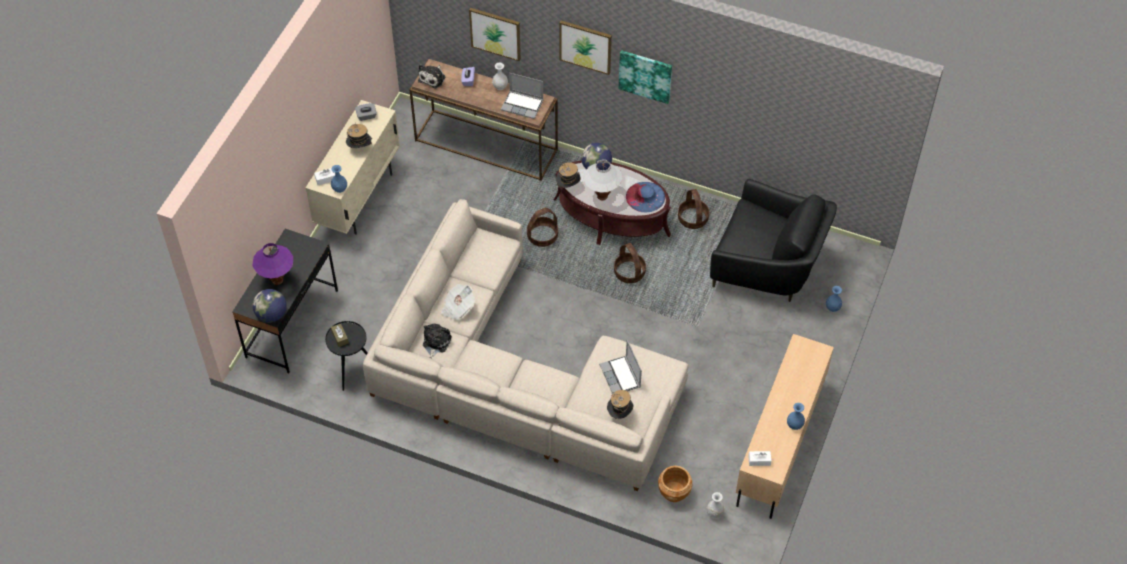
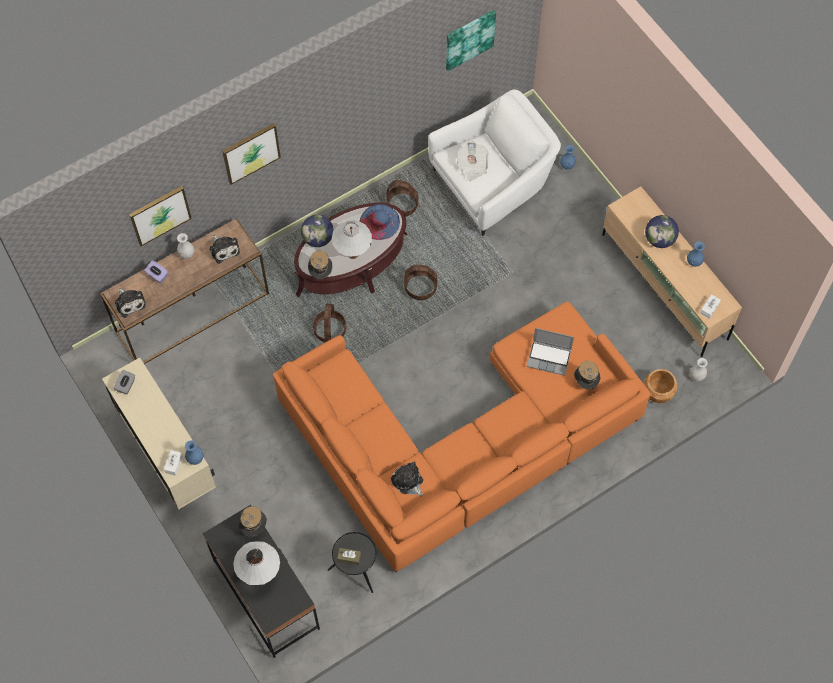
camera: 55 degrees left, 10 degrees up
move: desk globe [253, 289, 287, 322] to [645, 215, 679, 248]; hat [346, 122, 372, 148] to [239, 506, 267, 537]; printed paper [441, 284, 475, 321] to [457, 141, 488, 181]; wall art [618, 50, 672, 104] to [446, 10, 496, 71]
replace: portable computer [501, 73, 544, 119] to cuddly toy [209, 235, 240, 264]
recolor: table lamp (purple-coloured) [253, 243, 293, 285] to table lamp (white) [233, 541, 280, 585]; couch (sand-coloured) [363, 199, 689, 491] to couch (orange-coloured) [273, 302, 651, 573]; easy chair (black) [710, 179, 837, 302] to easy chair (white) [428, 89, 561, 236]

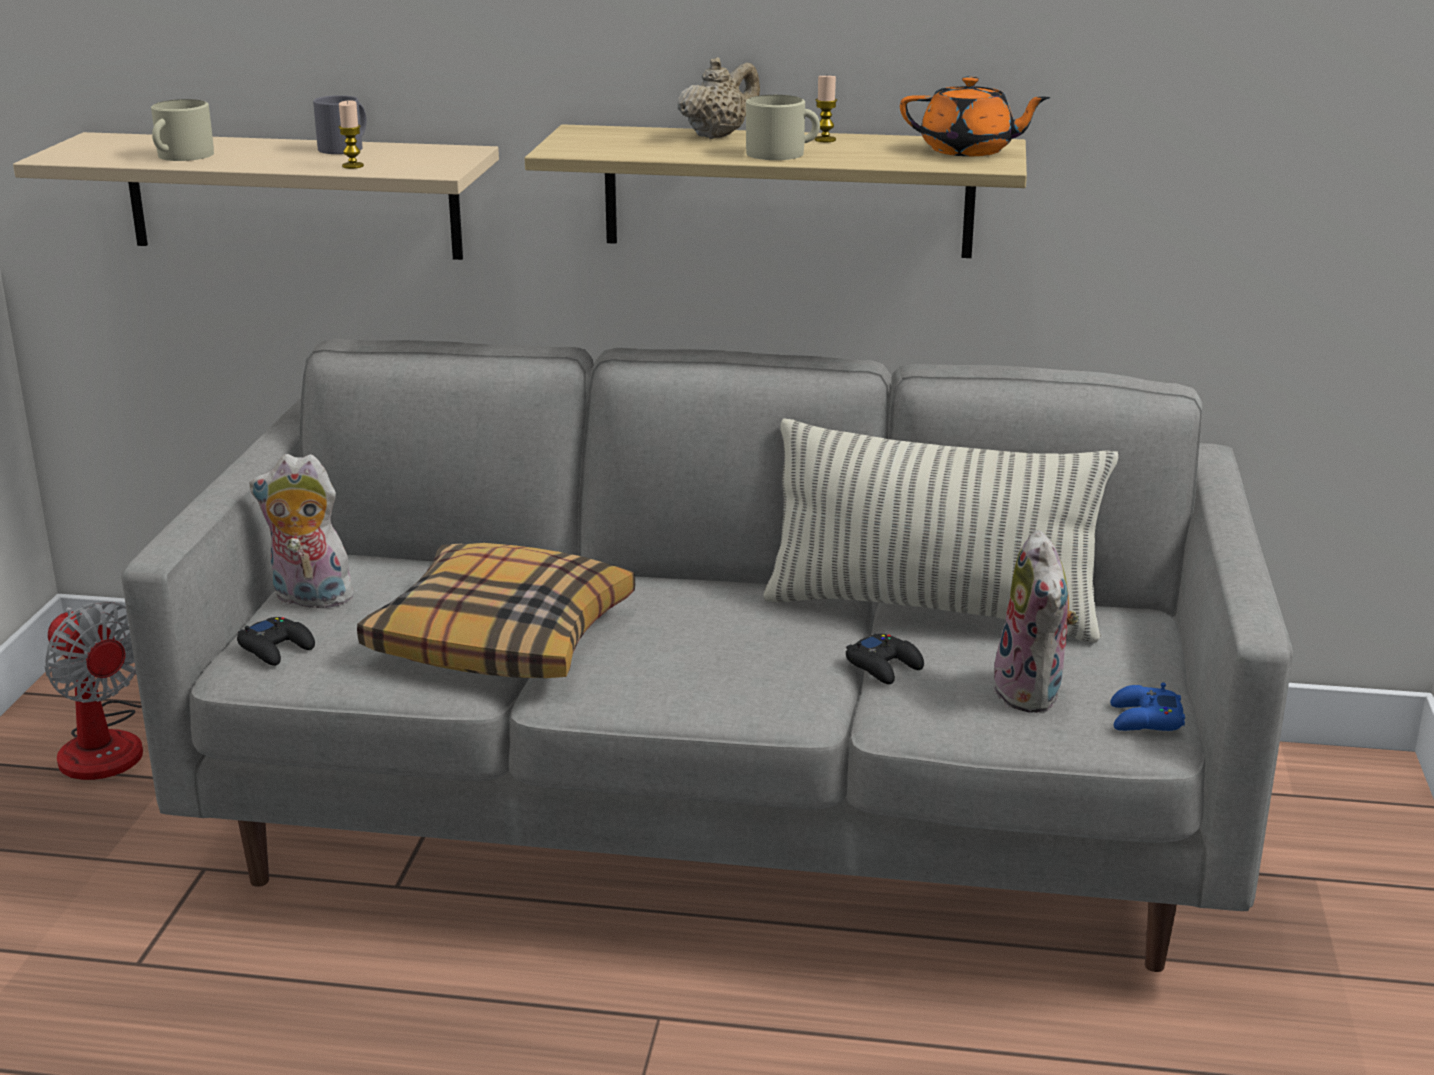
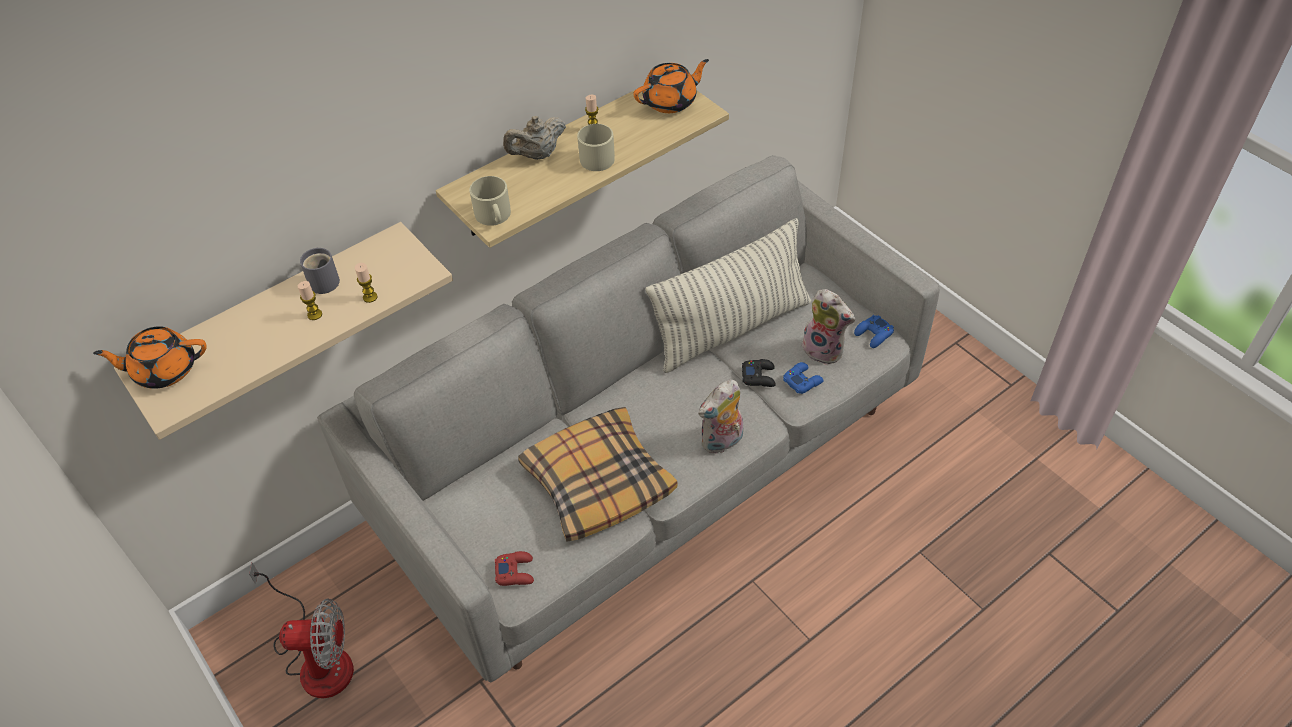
camera: 45 degrees left, 25 degrees up
insert: tea pot (orange-coloured) [93, 326, 207, 389]; wax candle [298, 281, 322, 320]; game controller (blue-coloured) [783, 362, 824, 394]
move: tea mug (sand-coloured) [151, 99, 214, 161] to [469, 176, 511, 226]; cuddly toy [250, 454, 357, 608] to [699, 380, 743, 455]
recolor: game controller (black) [237, 617, 315, 666] to game controller (red) [495, 551, 534, 586]
rotate: tea pot (sand-coloured) [677, 57, 760, 139] = [503, 116, 566, 159] 120 degrees counterclockwise

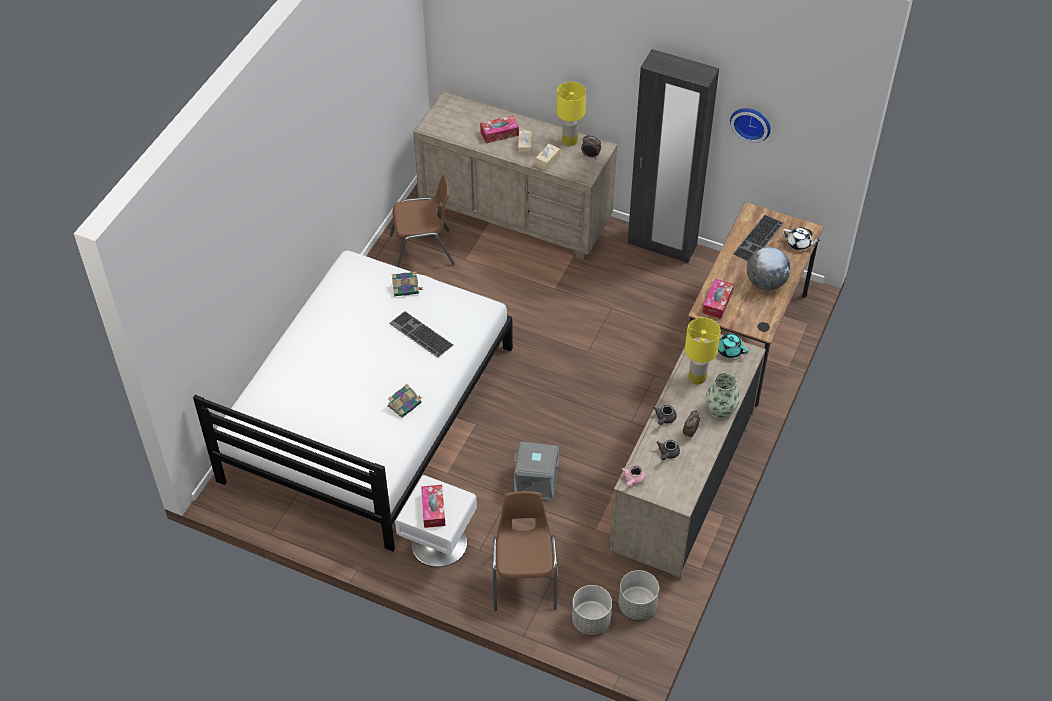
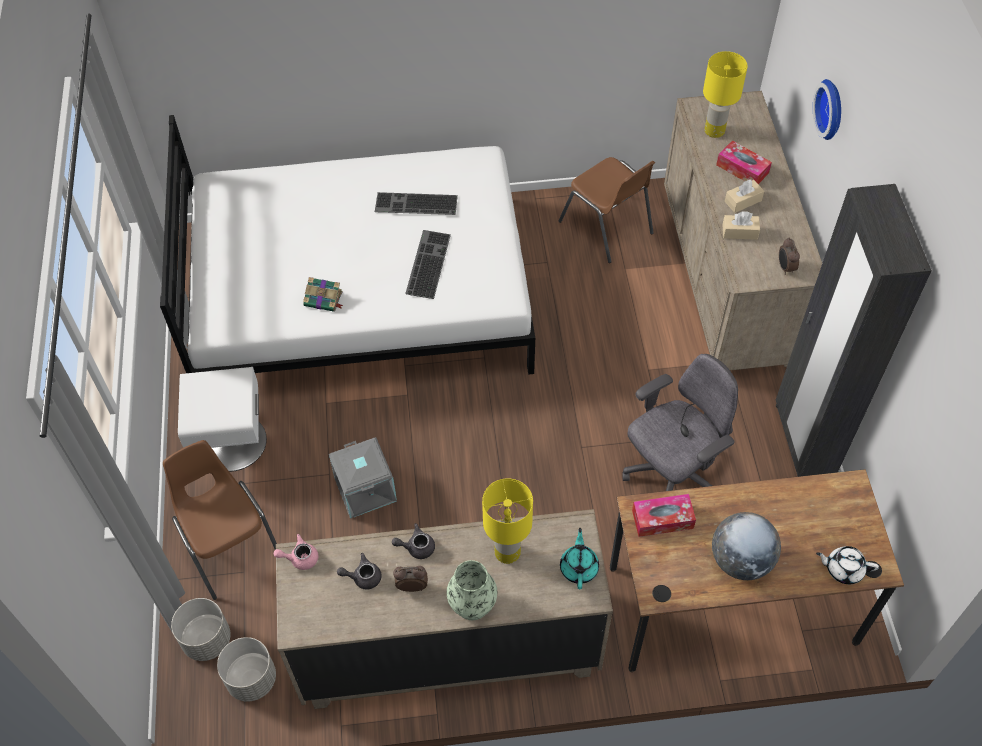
camera: 60 degrees right, 5 degrees up
delete: volume [392, 271, 423, 296]; box of tissues [421, 485, 446, 528]
insert: desk chair (grey) [622, 354, 738, 491]
move: table lamp (yellow-coloured) [557, 82, 586, 146] to [703, 51, 748, 138]; wall clock [730, 108, 771, 143] to [813, 79, 841, 140]; keyboard [733, 215, 784, 261] to [375, 192, 458, 215]
rotate: chair (brown) [493, 491, 557, 611] = [163, 440, 277, 600] 90 degrees counterclockwise; tea pot (white) [783, 227, 821, 250] = [816, 546, 879, 584] 105 degrees clockwise

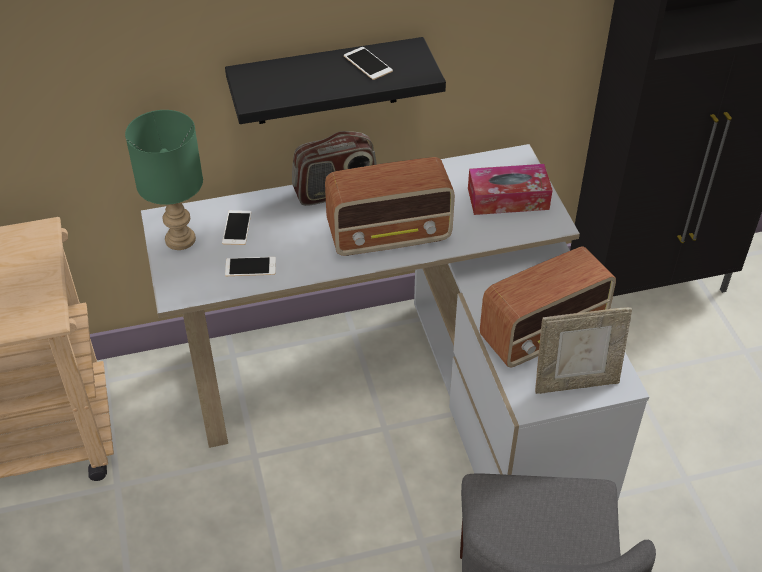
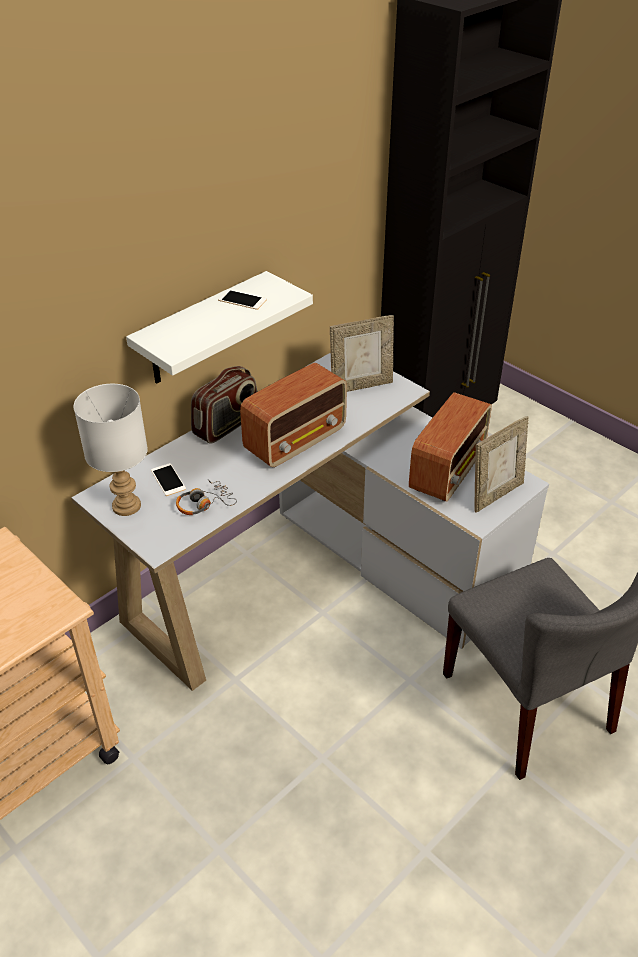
camera: 30 degrees left, 5 degrees down
replace: telephone [225, 257, 276, 276] to pair of headphones [176, 479, 237, 515]; box of tissues [468, 164, 553, 215] to photo frame [330, 315, 394, 392]
recolor: table lamp (green) [125, 110, 203, 250] to table lamp (white) [74, 384, 148, 516]; wall shelf (black) [225, 37, 446, 124] to wall shelf (white) [126, 271, 313, 384]

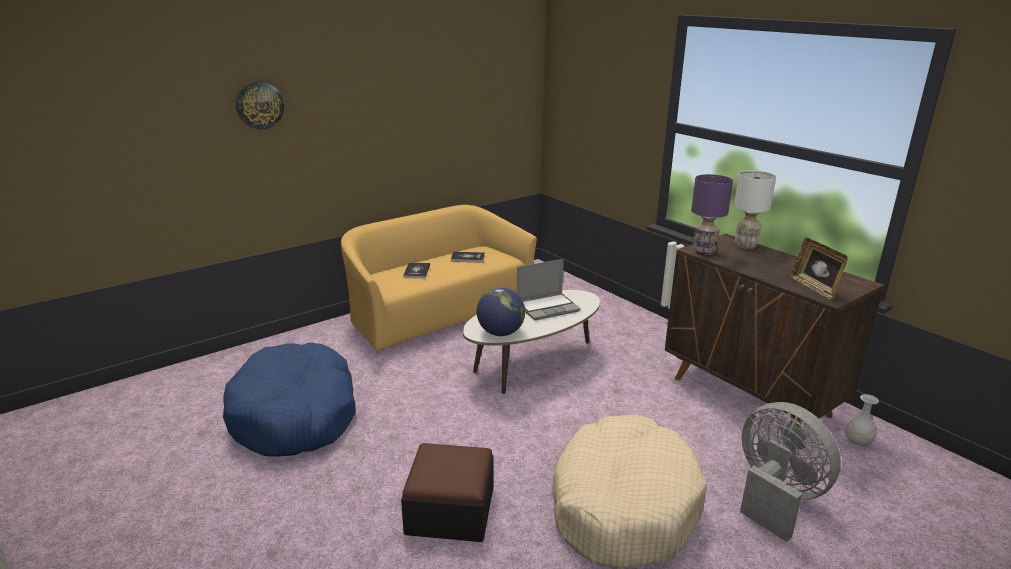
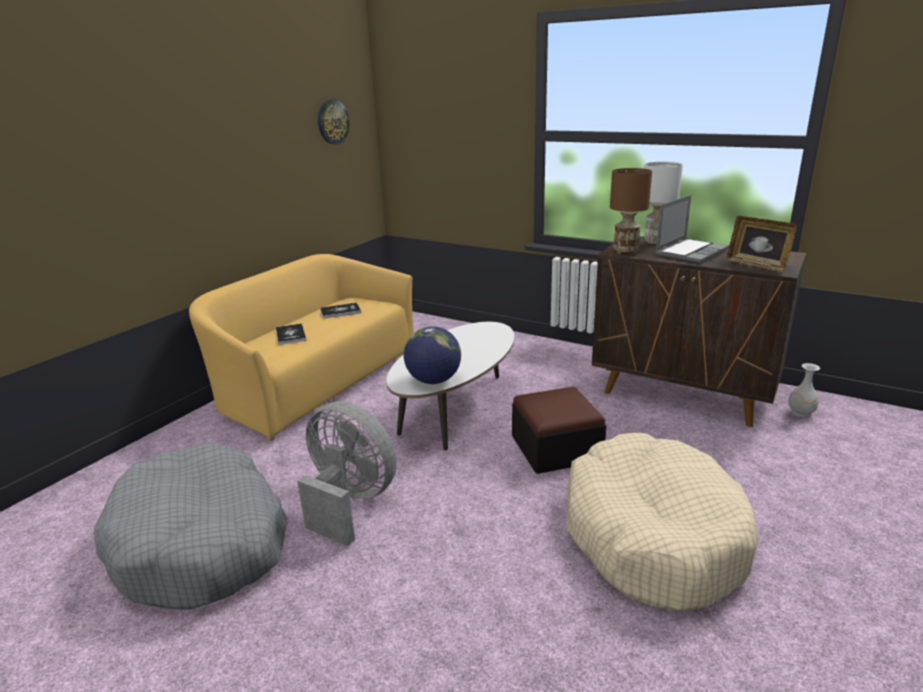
camera: 20 degrees left, 0 degrees up
move: wall clock [236, 81, 284, 129] to [318, 99, 349, 144]; ottoman [401, 443, 493, 542] to [512, 387, 606, 474]; portable computer [517, 259, 581, 320] to [655, 195, 728, 263]; fan (grey) [740, 402, 841, 542] to [297, 401, 397, 546]
recolor: pet bed (blue-coloured) [223, 343, 356, 457] to pet bed (grey) [94, 443, 287, 610]; table lamp (purple-coloured) [691, 174, 733, 255] to table lamp (brown) [610, 168, 652, 255]

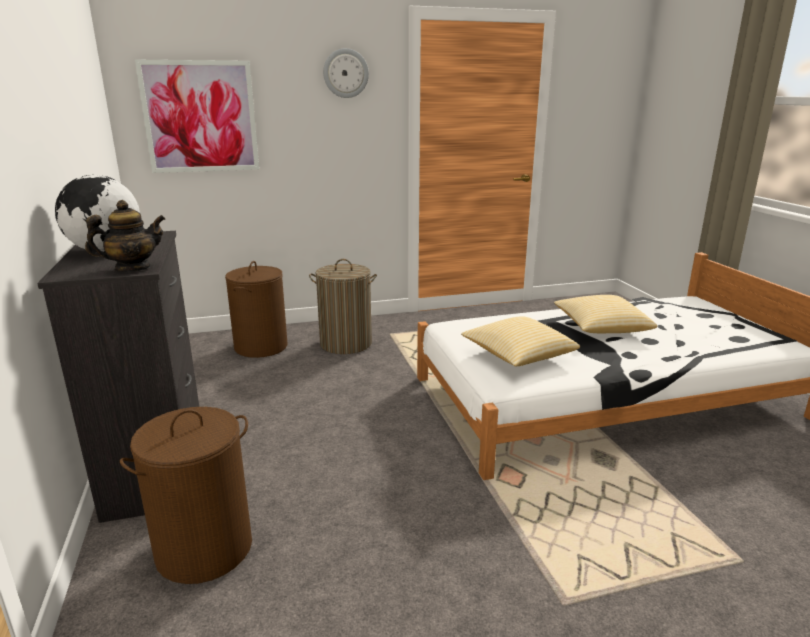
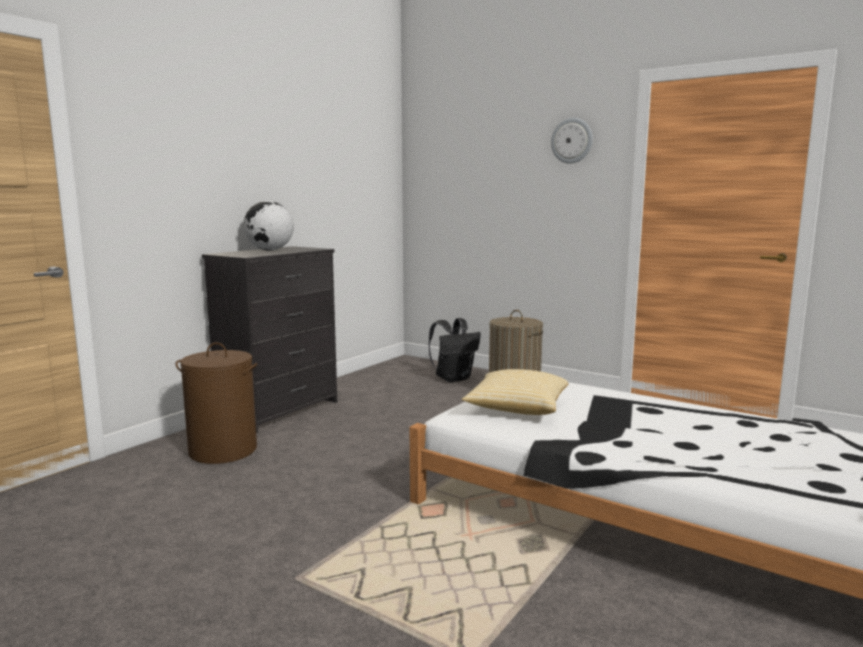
camera: 50 degrees right, 10 degrees down
delete: tea pot [85, 200, 165, 272]; wall art [135, 60, 259, 173]; cushion [554, 295, 657, 333]
replace: laundry basket (brown) [225, 261, 288, 358] to knapsack (black) [428, 318, 481, 382]

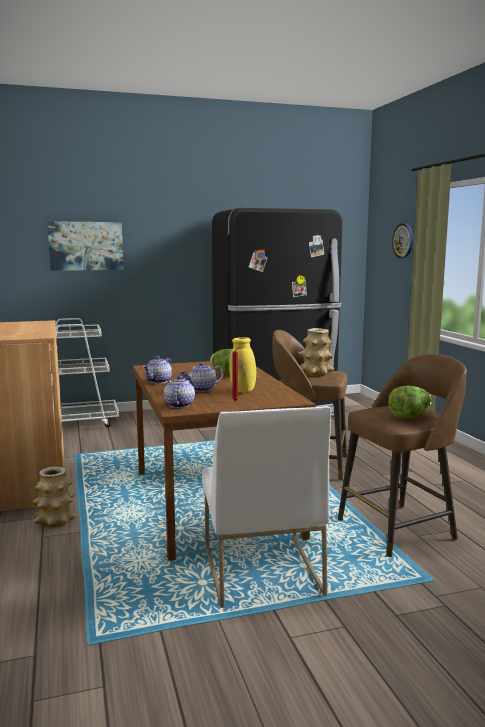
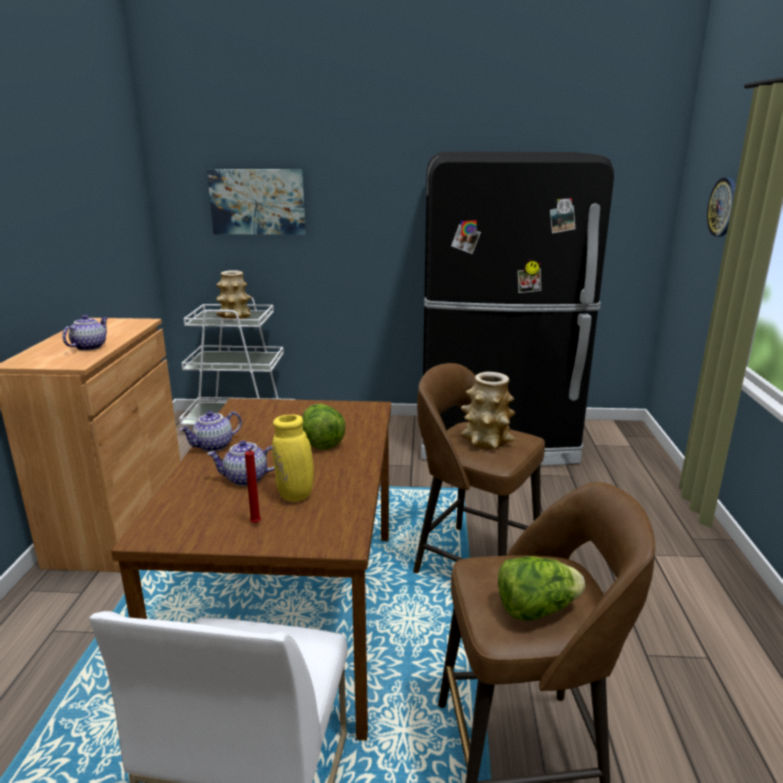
camera: 20 degrees right, 10 degrees up
move: vase [32, 466, 75, 527] to [216, 270, 252, 319]; tea pot [164, 375, 195, 408] to [62, 315, 108, 351]

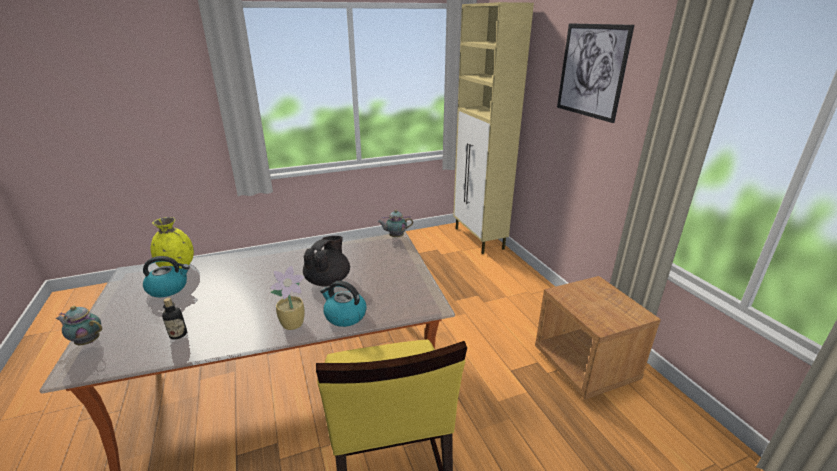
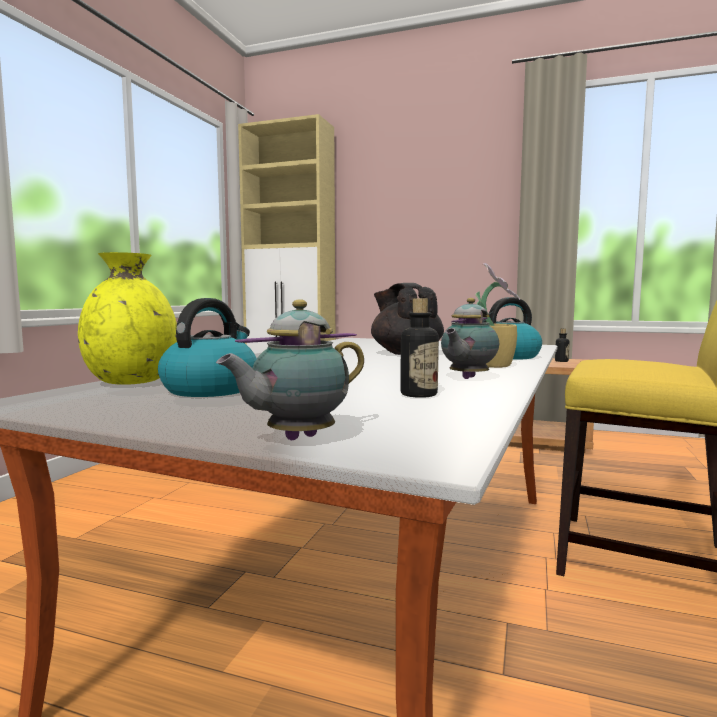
camera: 50 degrees left, 20 degrees down
delete: wall art [557, 23, 634, 123]
insert: bottle [555, 328, 570, 362]
move: tea pot [378, 210, 413, 237] to [441, 298, 499, 379]

